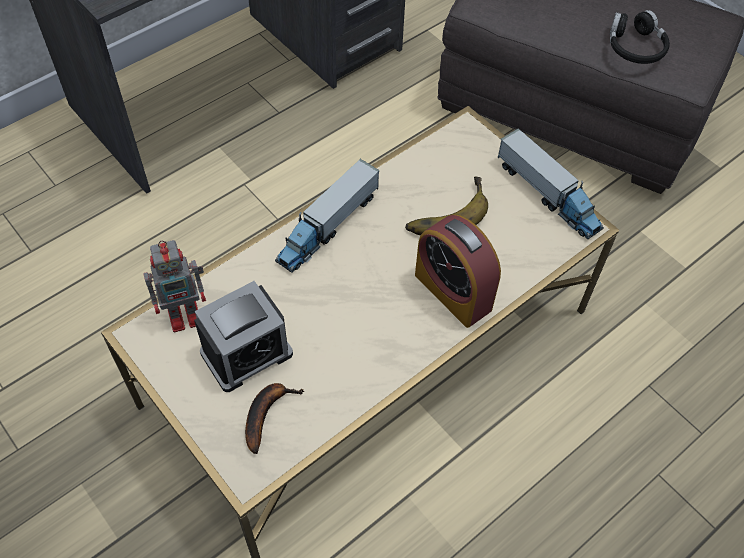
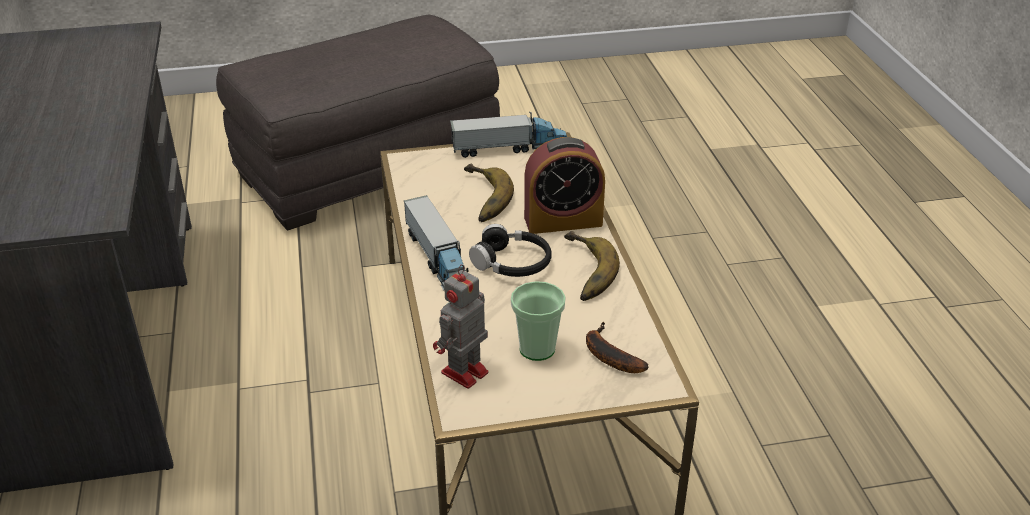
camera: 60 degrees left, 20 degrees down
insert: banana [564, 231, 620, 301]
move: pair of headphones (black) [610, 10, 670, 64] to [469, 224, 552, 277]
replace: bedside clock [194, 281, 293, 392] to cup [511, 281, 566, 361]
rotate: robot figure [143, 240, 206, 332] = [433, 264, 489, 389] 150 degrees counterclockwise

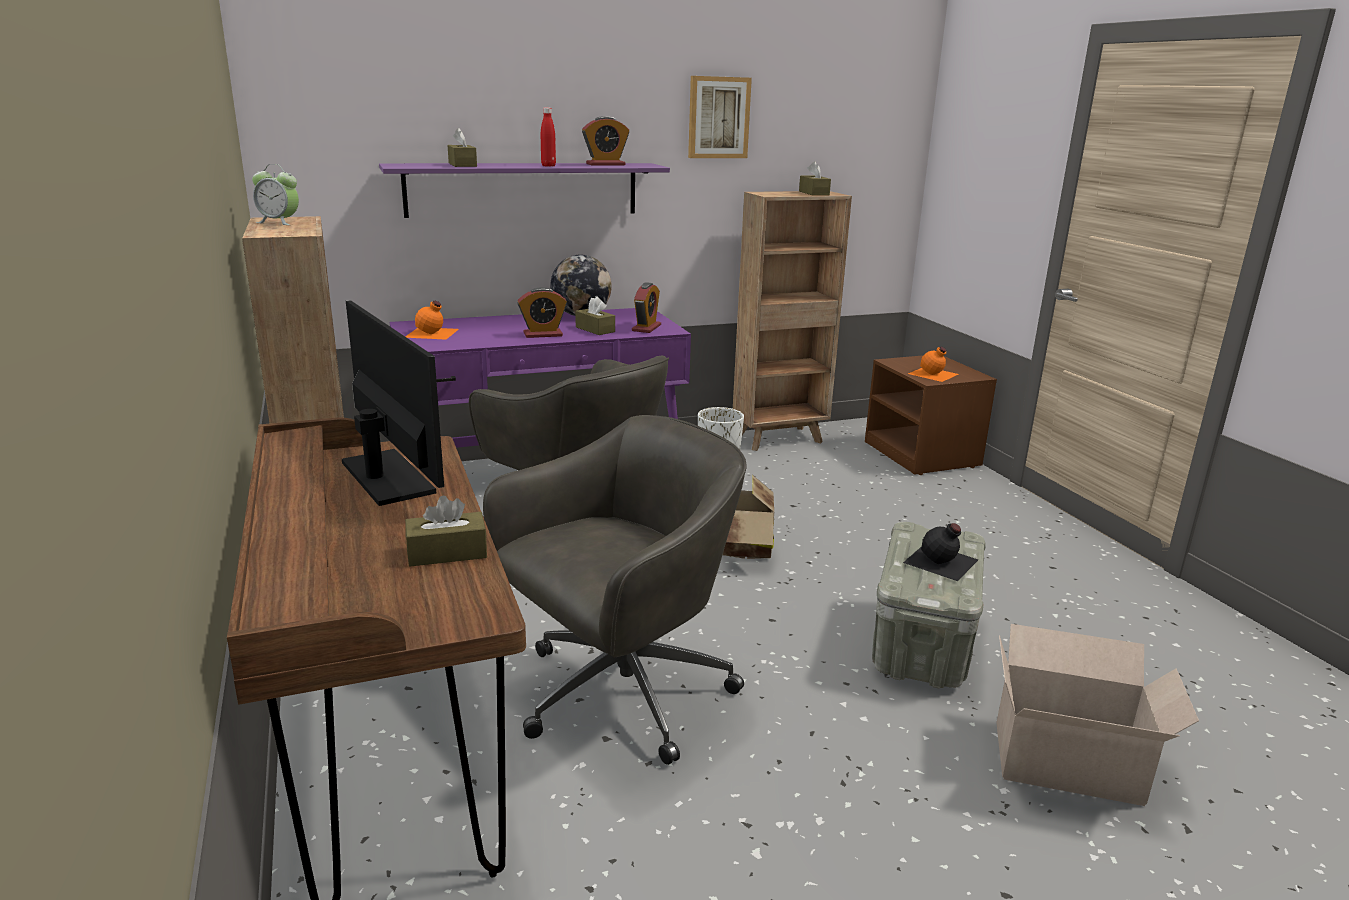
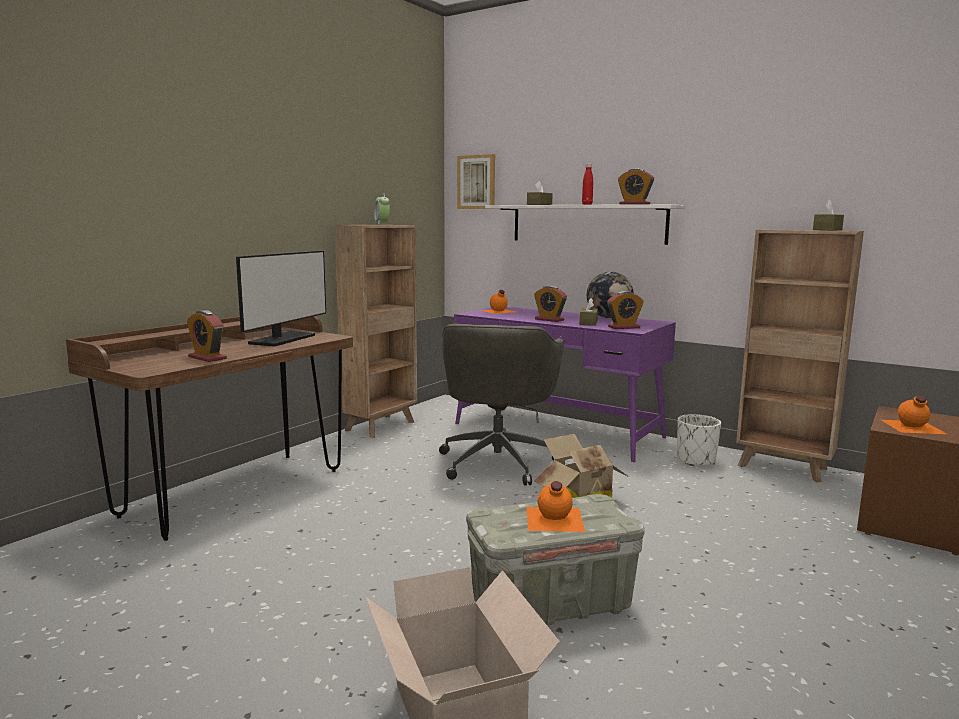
camera: 55 degrees right, 10 degrees down
delete: desk chair (grey) [483, 415, 747, 765]
move: wall art [688, 76, 752, 158] to [457, 154, 495, 209]
replace: box of tissues (brown) [405, 495, 487, 567] to bedside clock [187, 310, 227, 362]
recolor: wall shelf (purple-coloured) [379, 163, 670, 218] to wall shelf (white) [485, 204, 685, 245]; bottle (black) [903, 523, 978, 581] to bottle (orange-coloured) [527, 481, 585, 532]

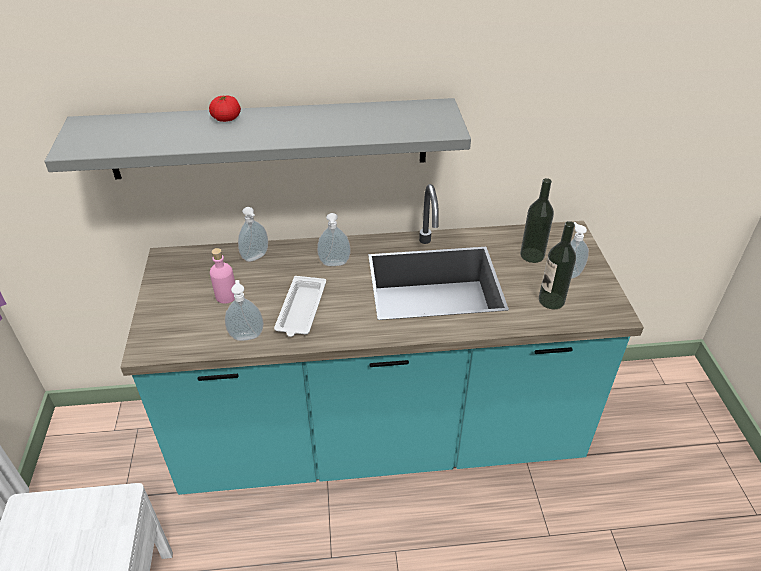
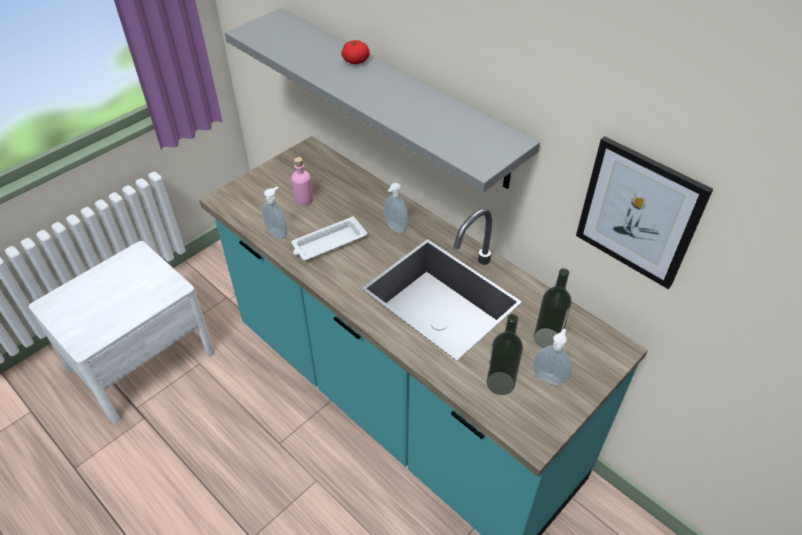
camera: 50 degrees right, 5 degrees up
delete: liquid soap bottle [238, 207, 268, 262]
insert: wall art [576, 136, 713, 289]

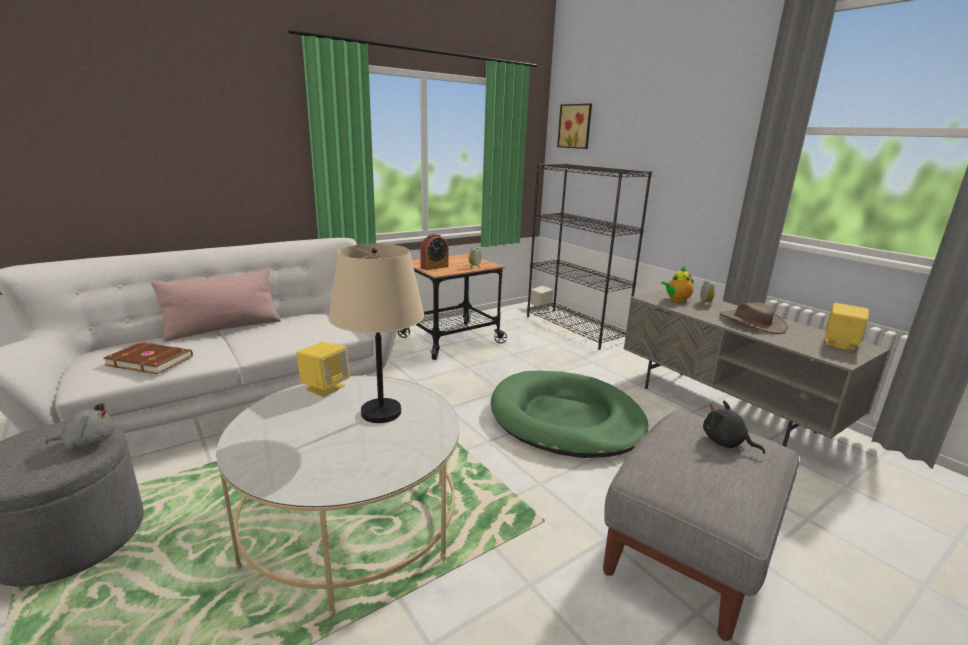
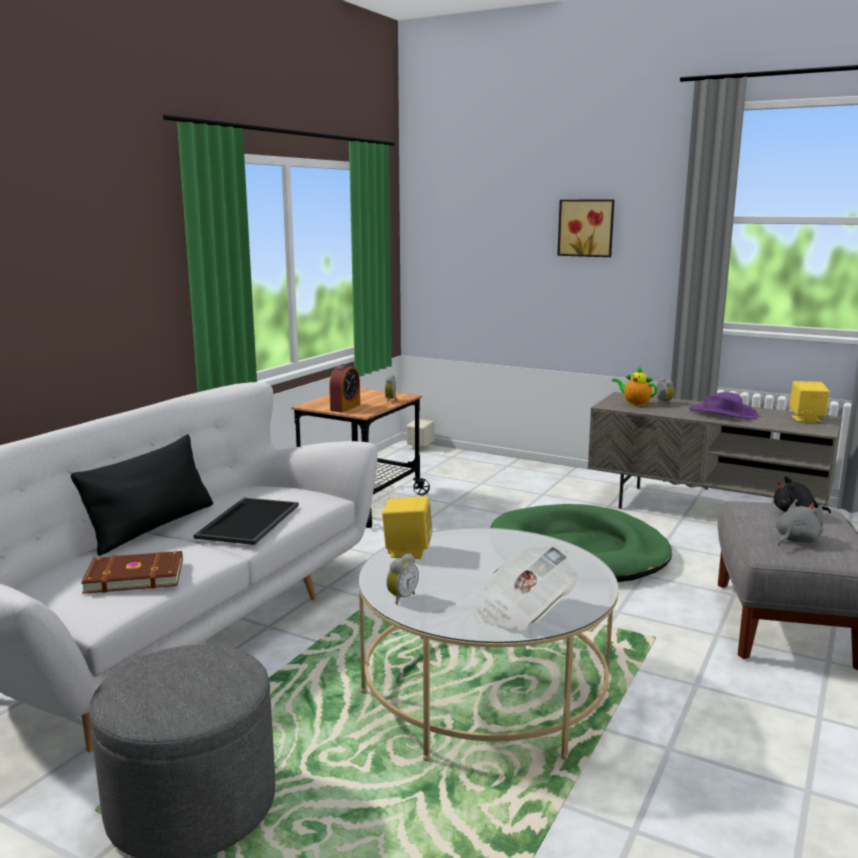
camera: 25 degrees left, 5 degrees down
delete: table lamp (sand-coloured) [328, 244, 424, 423]; shelving unit (black) [527, 164, 652, 350]
insert: tray [194, 498, 299, 545]; bedside clock [386, 553, 419, 605]; printed paper [474, 546, 577, 631]
move: cuddly toy (grey) [45, 402, 115, 450] to [776, 499, 824, 546]; wall art [557, 104, 592, 149] to [557, 200, 614, 257]
recolor: cushion (pink-coloured) [151, 268, 281, 342] to cushion (black) [71, 434, 213, 556]; hat (brown) [719, 302, 788, 334] to hat (purple-coloured) [689, 392, 758, 419]
rotate: tea pot [661, 266, 694, 302] = [612, 366, 657, 406] 90 degrees clockwise

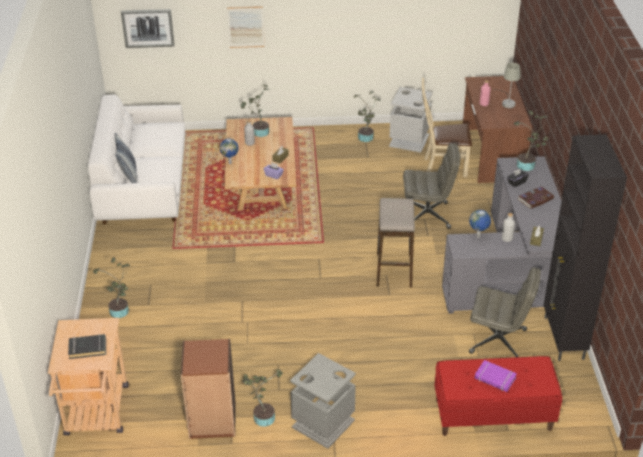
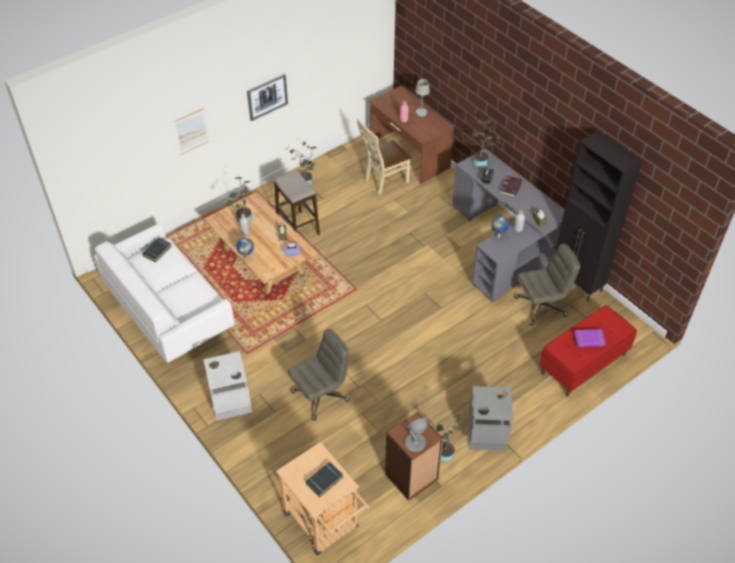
camera: 35 degrees left, 10 degrees up
delete: plant in a pot [93, 257, 130, 318]; cushion [115, 133, 137, 183]
insert: volume (black) [143, 238, 172, 262]; table lamp (grey) [405, 418, 428, 452]
move: wall art [121, 9, 175, 48] to [247, 73, 288, 121]; stool [377, 198, 415, 287] to [274, 170, 320, 235]; rubbish bin (grey) [389, 87, 432, 153] to [203, 351, 252, 420]; desk chair (grey) [403, 143, 460, 229] to [288, 329, 350, 421]

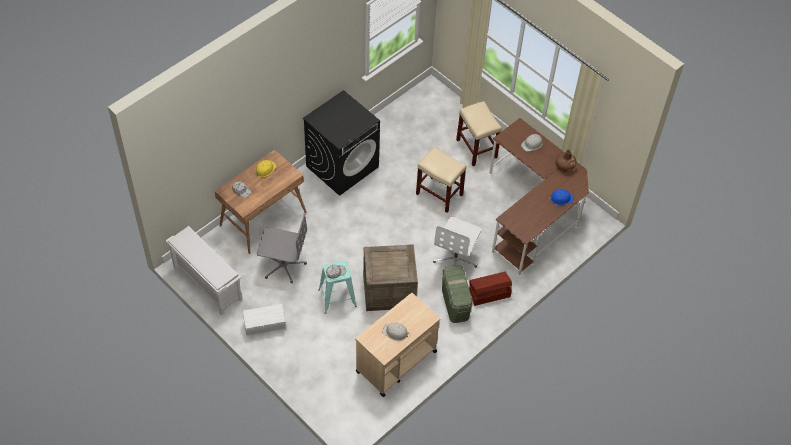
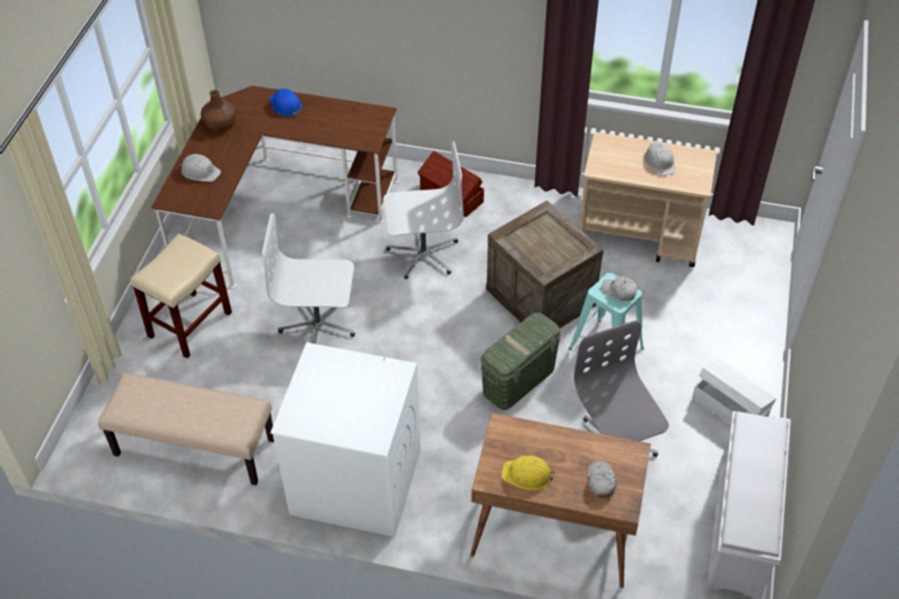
camera: 120 degrees left, 5 degrees down
insert: indoor bench (sand-coloured) [98, 373, 274, 485]
move: storage container (green) [442, 265, 473, 323] to [481, 313, 561, 410]
replace: stool (sand-coloured) [416, 147, 467, 213] to desk chair (white) [262, 214, 355, 344]
recolor: washing machine (black) [303, 90, 380, 196] to washing machine (white) [270, 342, 421, 537]

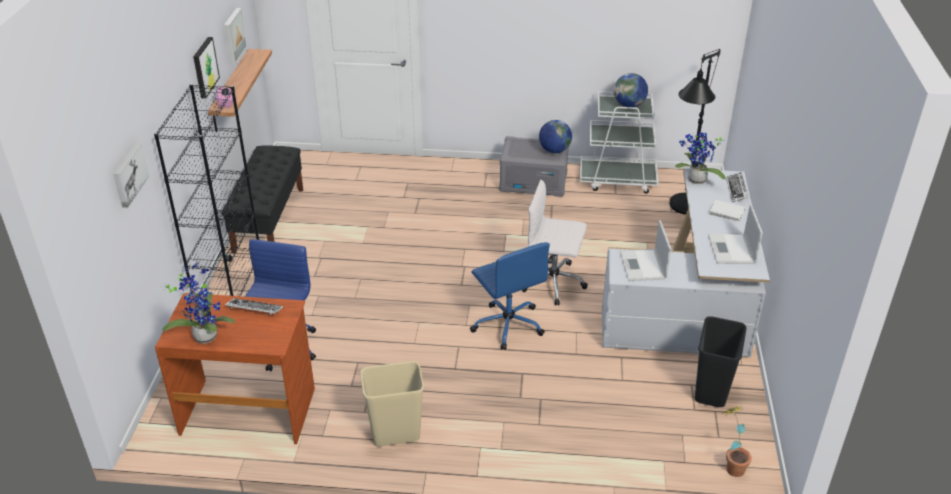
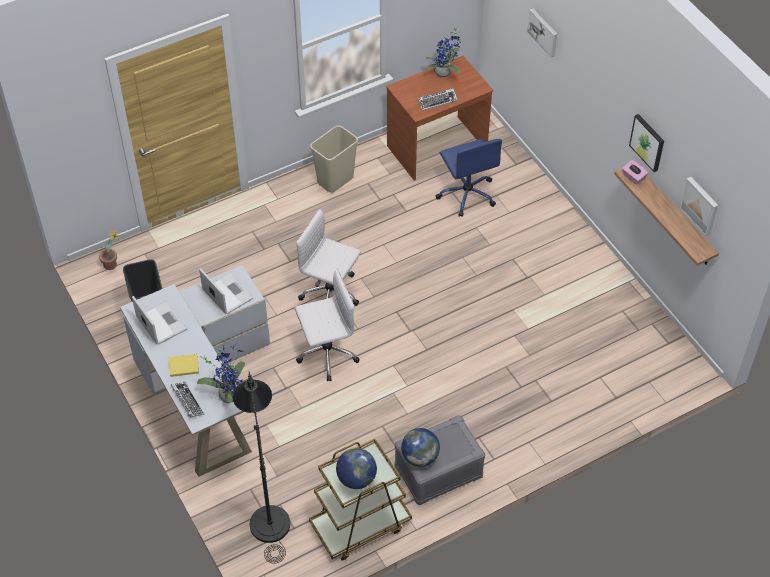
camera: 145 degrees right, 15 degrees up
delete: shelving unit (black) [154, 84, 259, 296]; indoor bench (black) [222, 146, 303, 254]
recolor: desk chair (blue-coloured) [470, 242, 550, 350] to desk chair (white) [296, 209, 361, 306]; cart (white) [580, 88, 658, 194] to cart (brown) [309, 439, 412, 560]; volume (white) [709, 200, 745, 222] to volume (yellow-coloured) [169, 354, 199, 377]

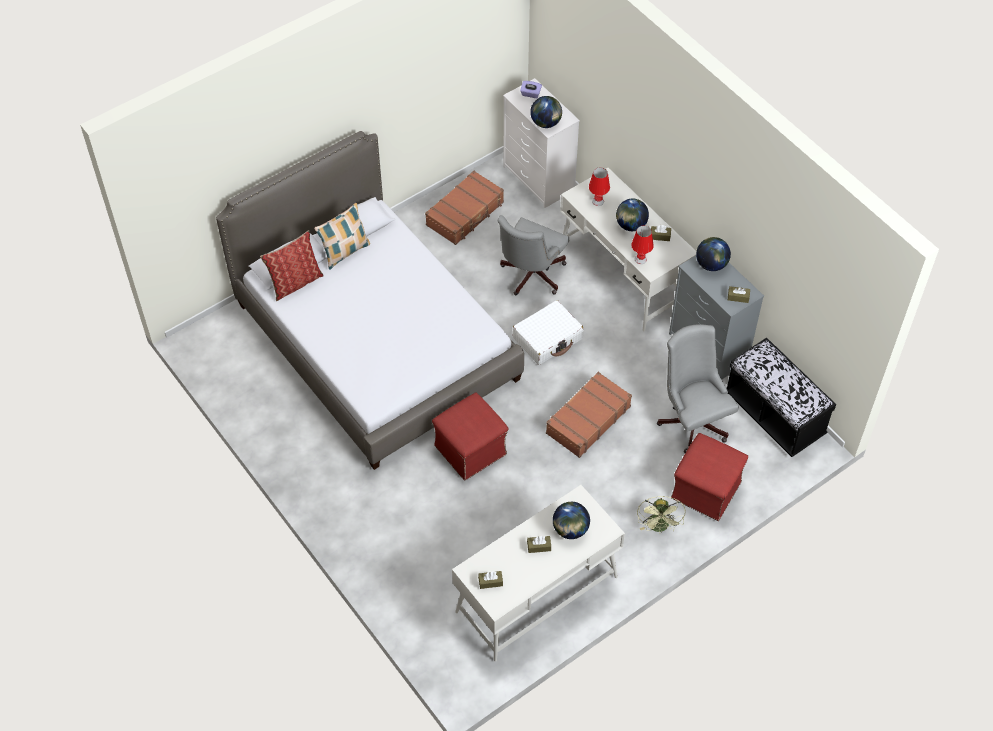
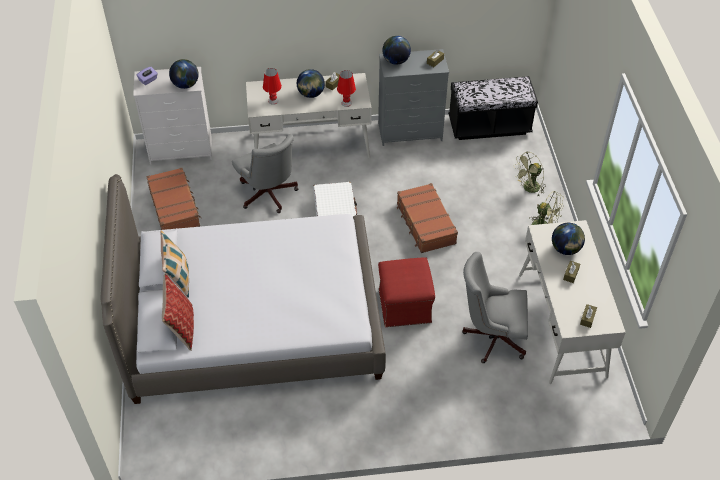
camera: 60 degrees left, 5 degrees down
move: desk chair (grey) [657, 324, 739, 453] to [462, 252, 528, 363]
replace: ottoman (red) [671, 433, 748, 521] to fan (green) [514, 152, 546, 196]

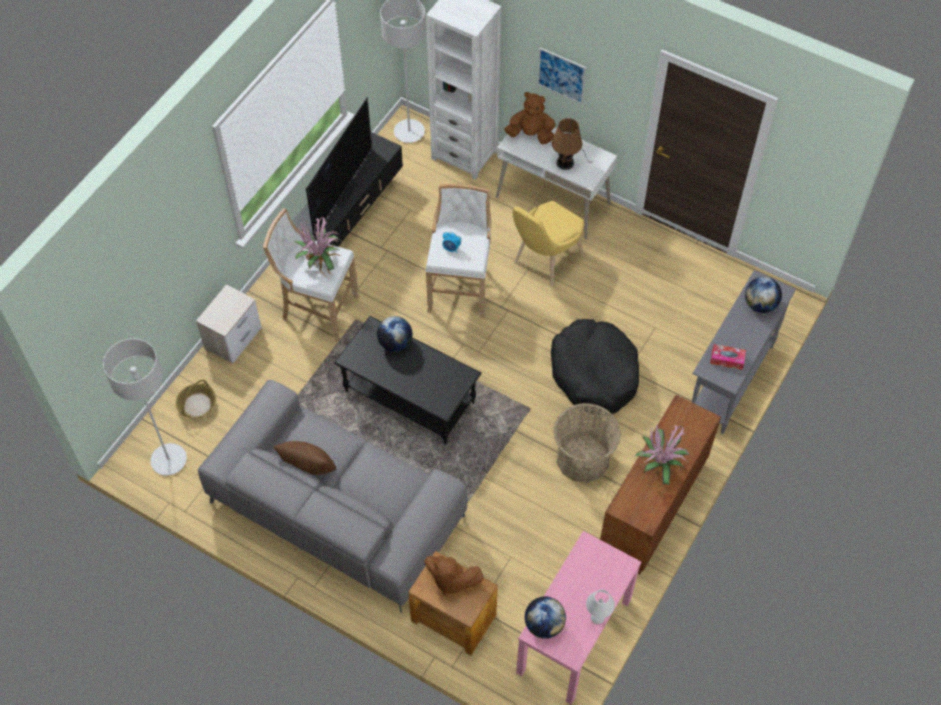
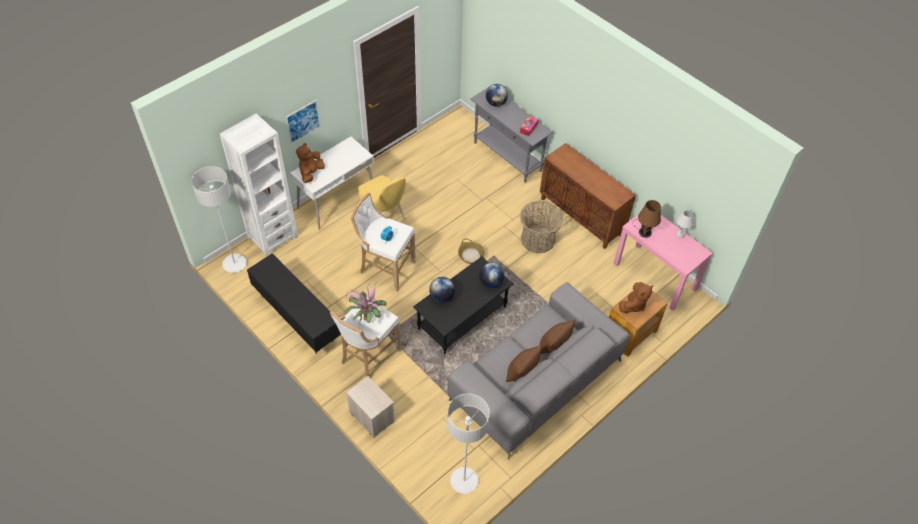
camera: 75 degrees left, 5 degrees down
delete: TV [306, 97, 372, 236]; pet bed (black) [551, 319, 639, 416]; plant in a pot [635, 425, 691, 489]
insert: cushion (brown) [540, 320, 575, 354]
move: storage basket [176, 380, 216, 419] to [458, 238, 485, 264]; desk globe [525, 596, 566, 639] to [479, 263, 505, 288]; table lamp (brown) [552, 118, 593, 170] to [632, 200, 661, 238]

